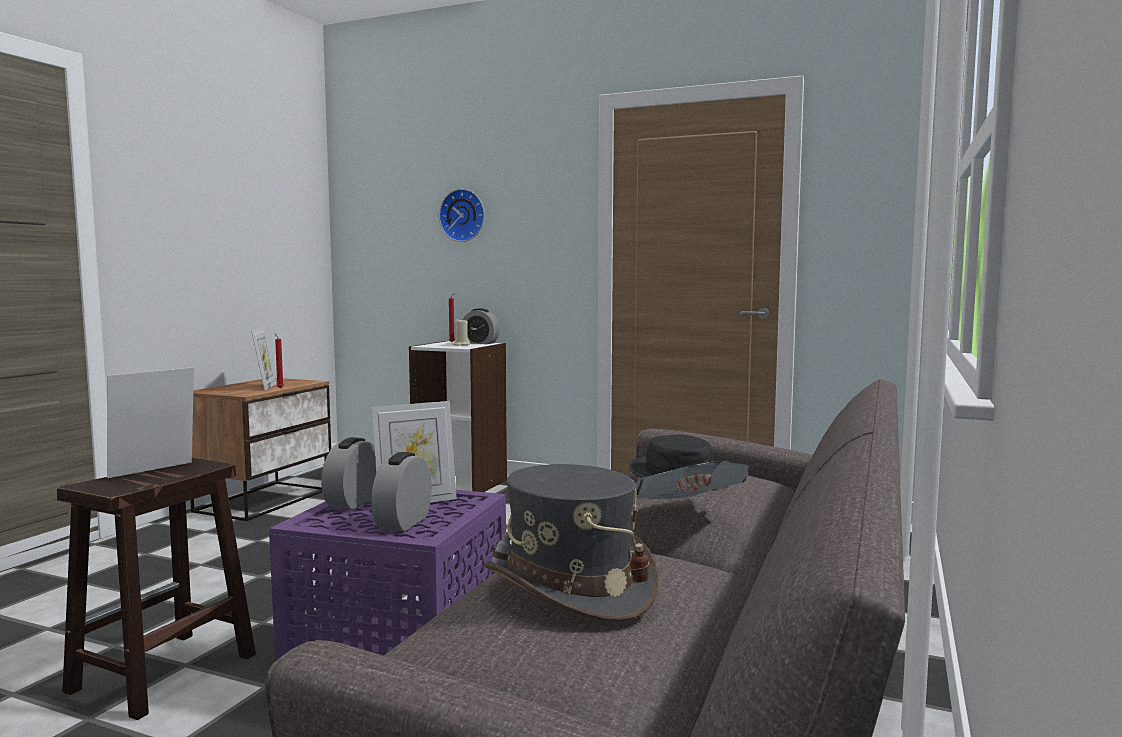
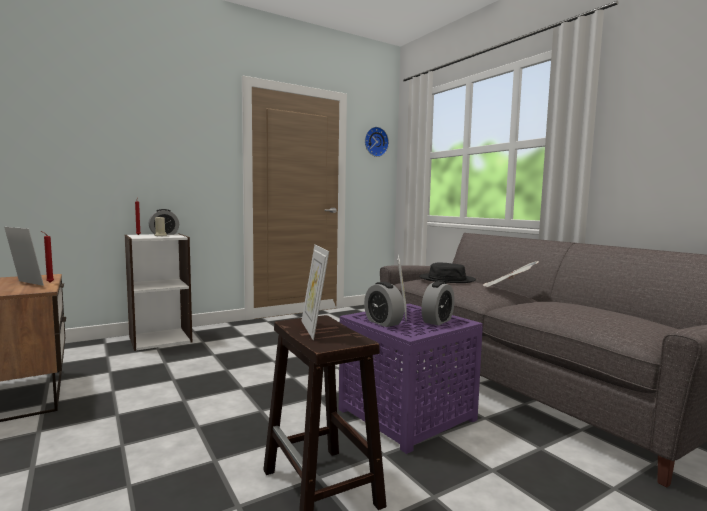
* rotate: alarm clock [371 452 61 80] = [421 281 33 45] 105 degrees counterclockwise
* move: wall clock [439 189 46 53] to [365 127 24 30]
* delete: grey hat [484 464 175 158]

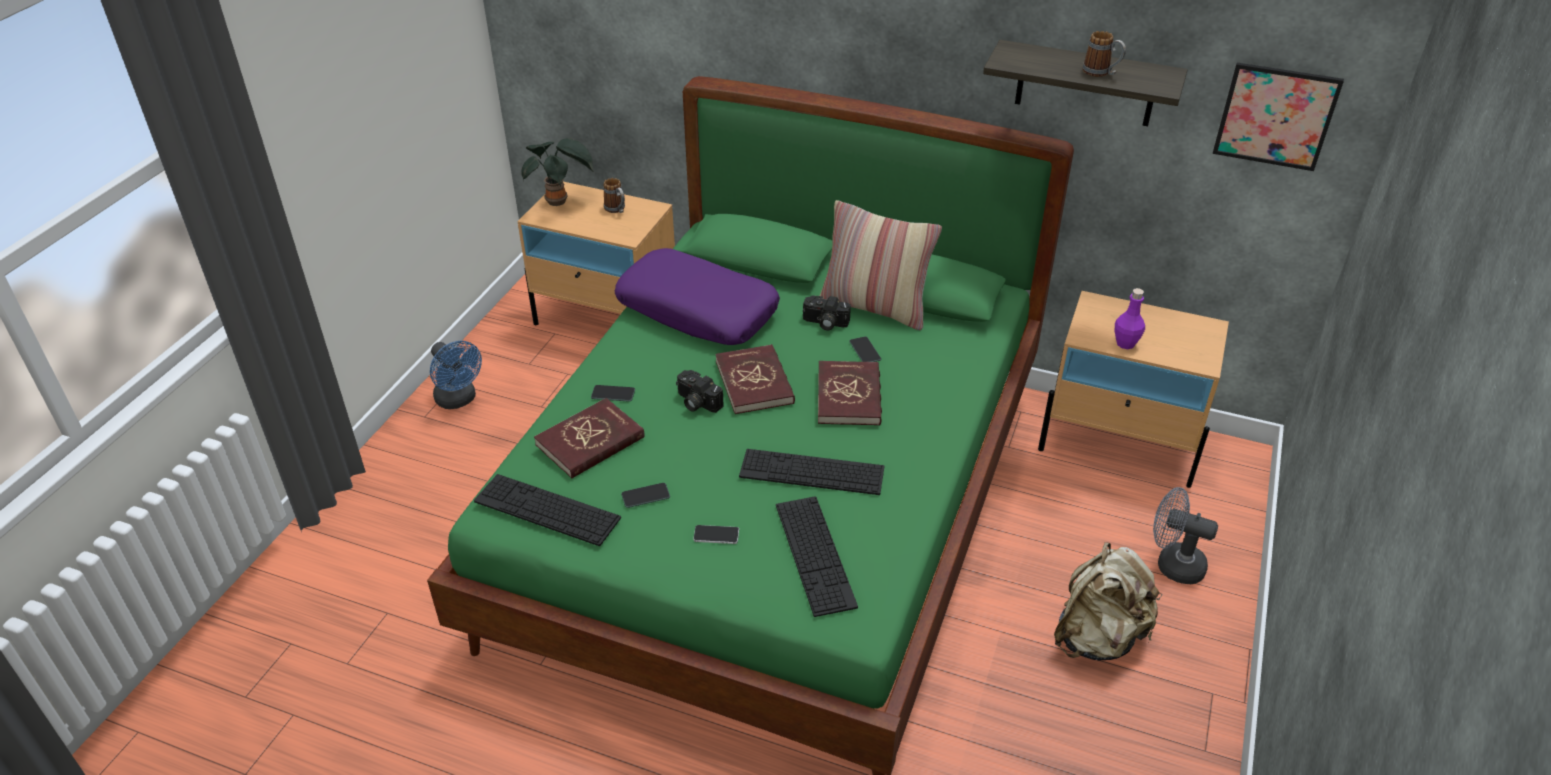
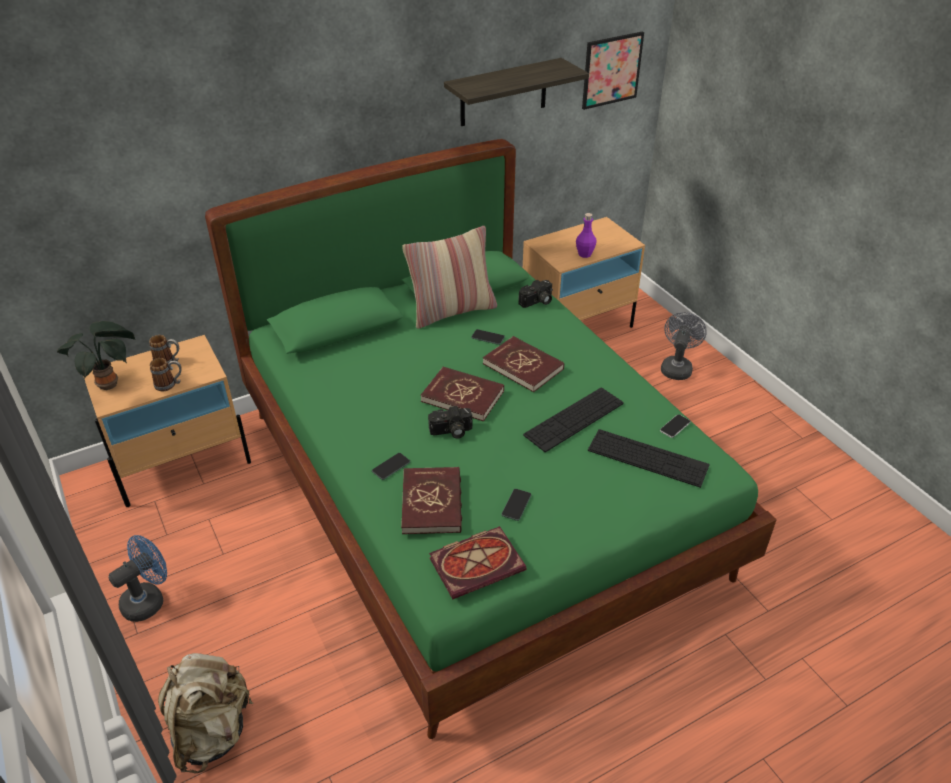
* rotate: blue fan [430 341 52 68] = [108 535 59 87] 45 degrees counterclockwise
* replace: keyboard [474 474 147 72] to book [429 526 97 73]
* delete: purple pillow [615 248 165 97]
* move: phone [693 525 46 19] to [660 414 31 24]
* move: photo camera [803 295 48 36] to [518 280 35 28]
* move: beige backpack [1054 542 109 118] to [158 653 95 120]
* move: mug [1083 31 43 46] to [150 358 32 33]
* rotate: grey fan [1153 487 65 97] = [661 312 46 68] 135 degrees clockwise

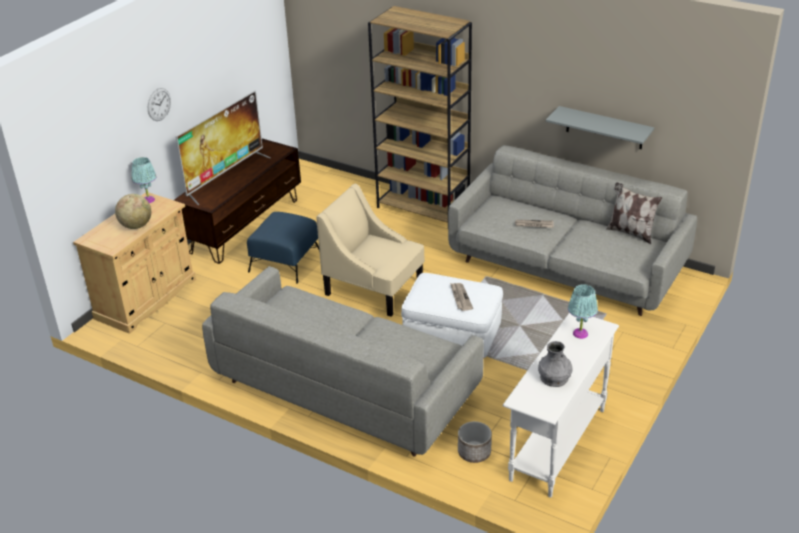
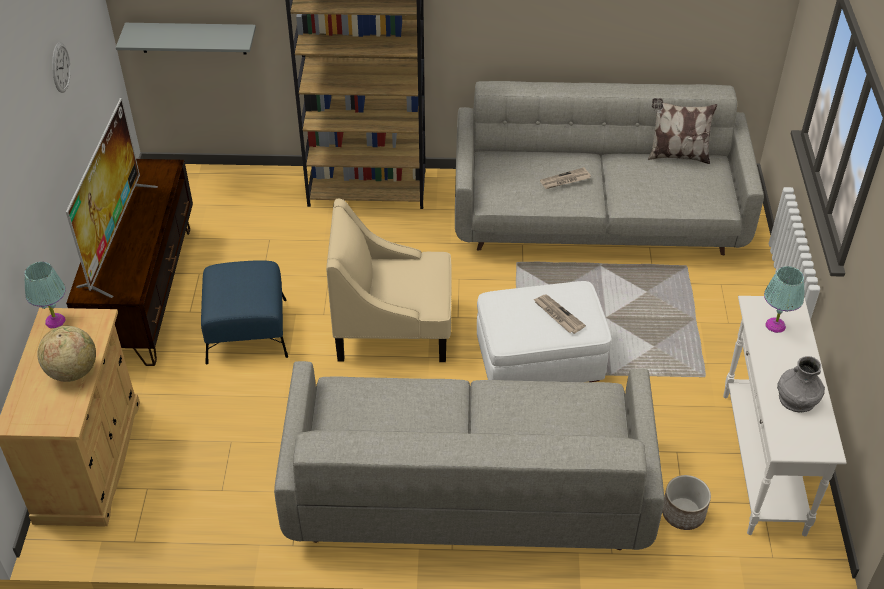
* move: wall clock [148 88 23 33] to [52 42 19 51]
* move: grey shelf [546 106 108 43] to [116 23 140 32]

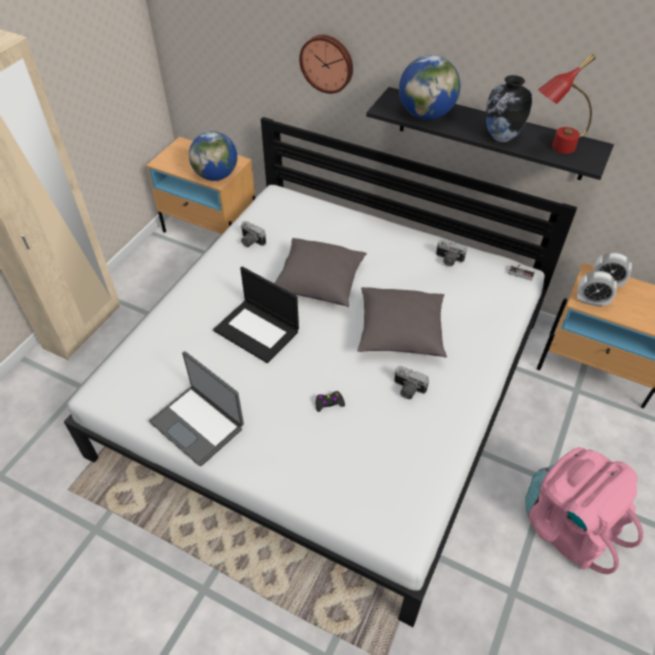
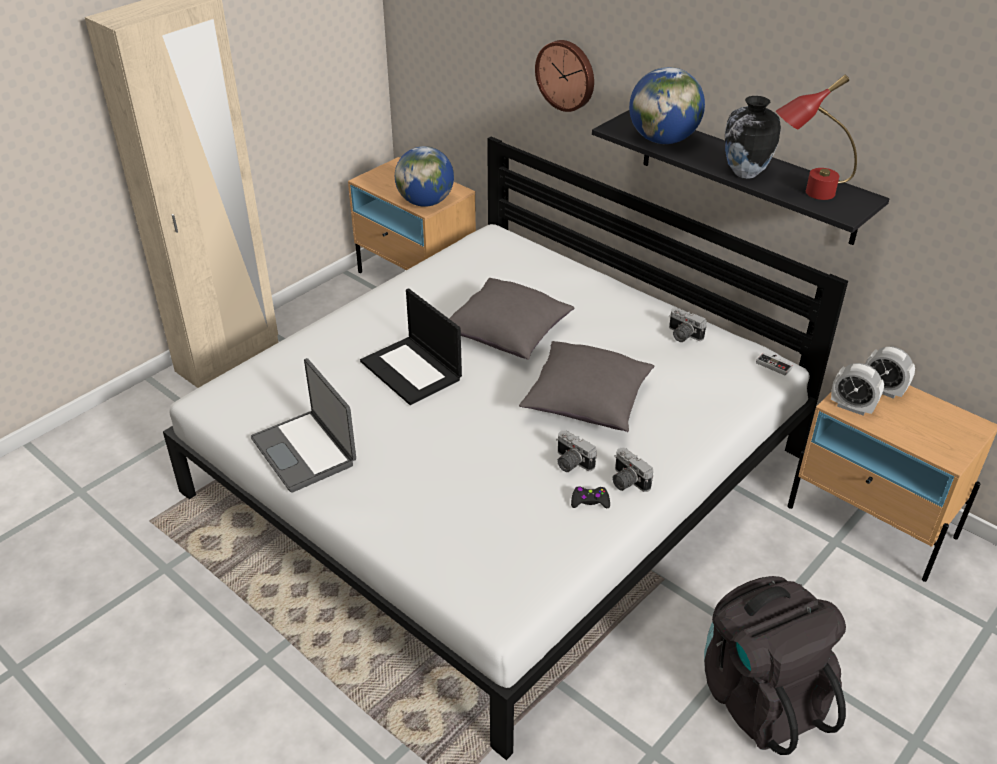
* move: photo camera [240 221 26 26] to [612 448 41 44]
* move: black game controller [316 391 29 21] to [571 487 39 21]
* recolor: pink backpack [525 447 118 127] to black backpack [704 576 142 179]

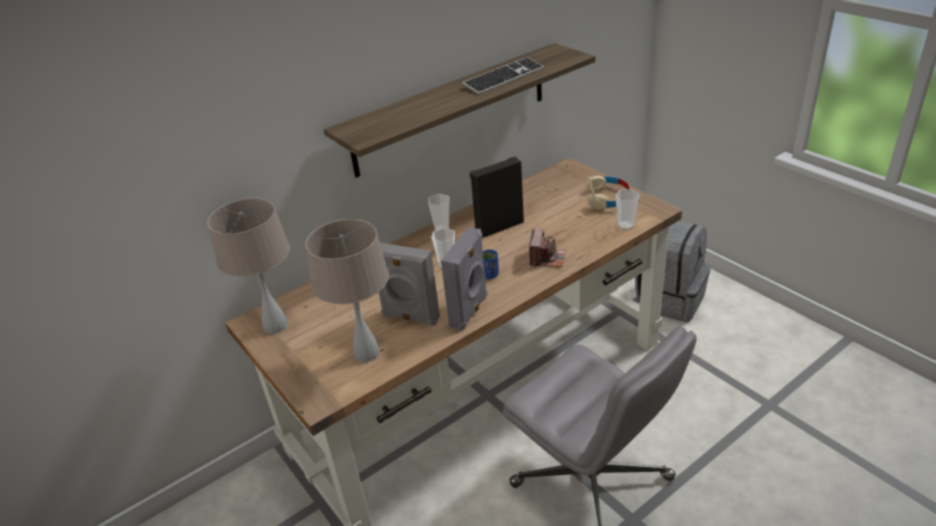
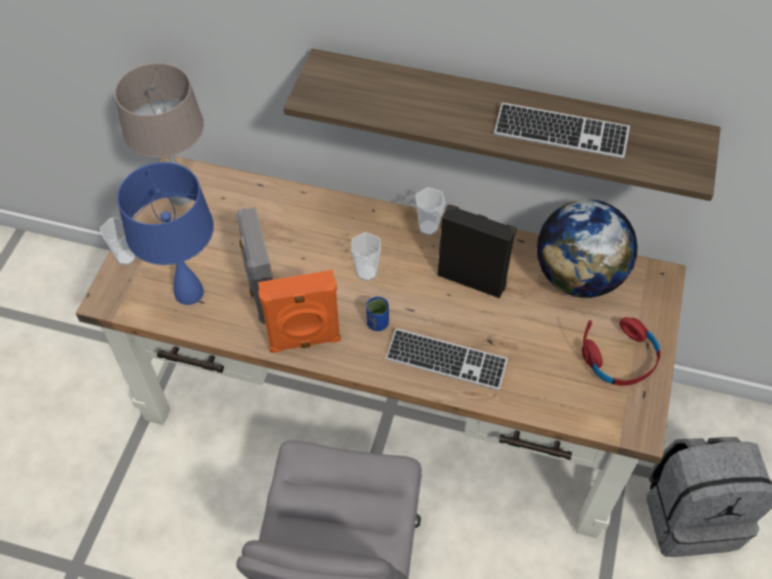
* recolor: beige table lamp [305 219 84 143] to blue table lamp [117 162 97 143]
* recolor: grey speaker [441 228 46 103] to orange speaker [258 270 83 83]
* replace: photo camera [529 228 37 39] to keyboard [386 328 122 62]
* recolor: beige headphones [586 175 44 35] to red headphones [582 317 79 69]
* move: cup [615 189 25 41] to [100 218 37 47]
* insert: globe [537 199 100 99]

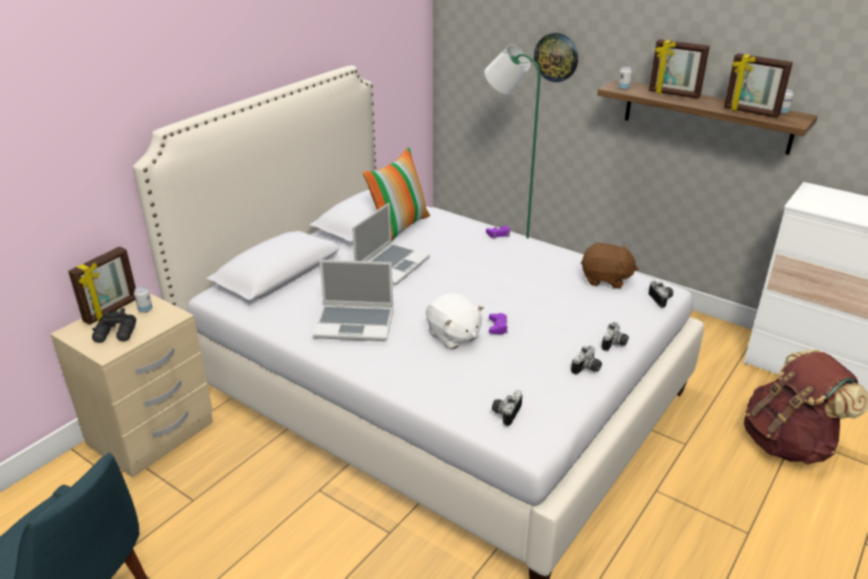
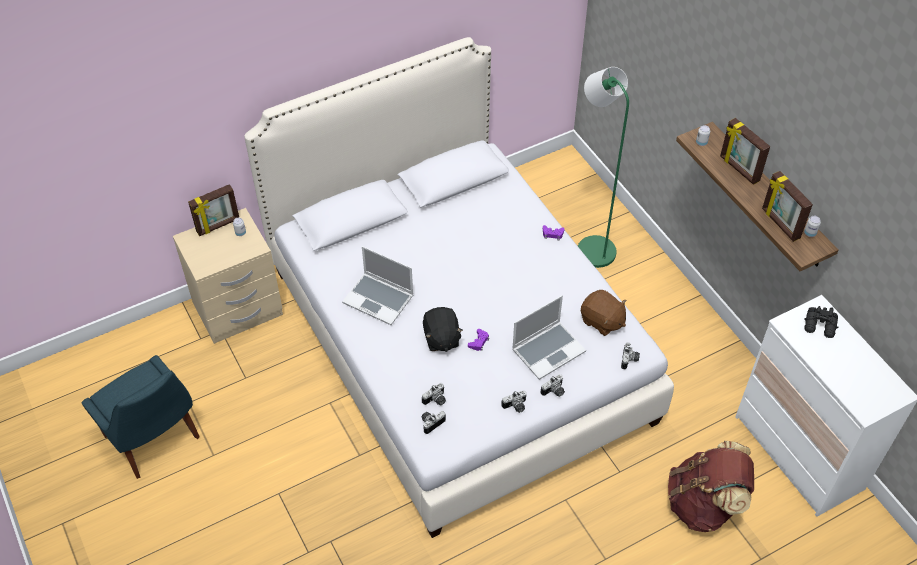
* move: black binoculars [92 308 44 35] to [804 306 35 32]
* move: laptop [352 202 78 83] to [512 295 74 85]
* delete: pillow [362 147 68 94]
* recolor: white plush toy [426 294 58 55] to black plush toy [423 307 40 45]
* delete: wall clock [534 33 44 49]
* insert: photo camera [422 383 24 22]

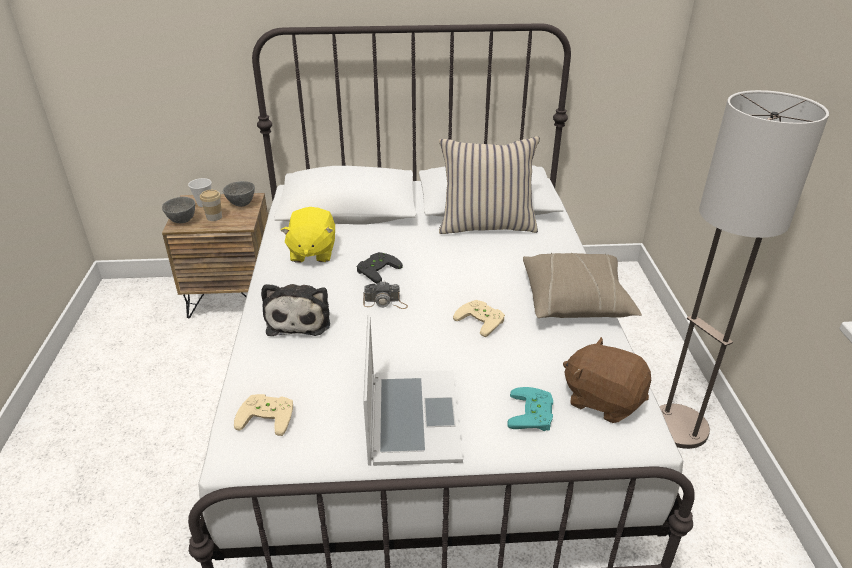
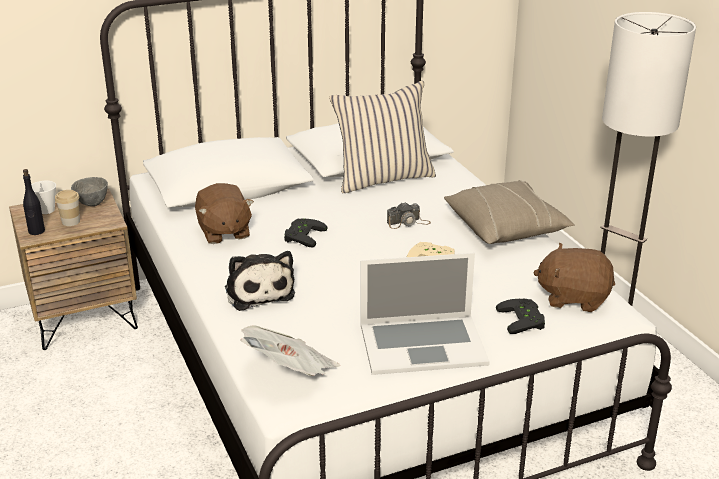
* replace: grey bowl [162 197 33 26] to black bottle [23 169 22 66]
* replace: beige game controller [234 394 59 42] to newspaper [240 325 100 51]
* recolor: yellow plush toy [280 207 55 55] to brown plush toy [195 183 59 61]
* move: photo camera [363 282 45 27] to [387 202 44 27]
* rotate: laptop [363 314 100 152] = [361 253 129 122] 105 degrees clockwise
* recolor: turquoise game controller [507 387 46 44] to black game controller [496 298 49 36]

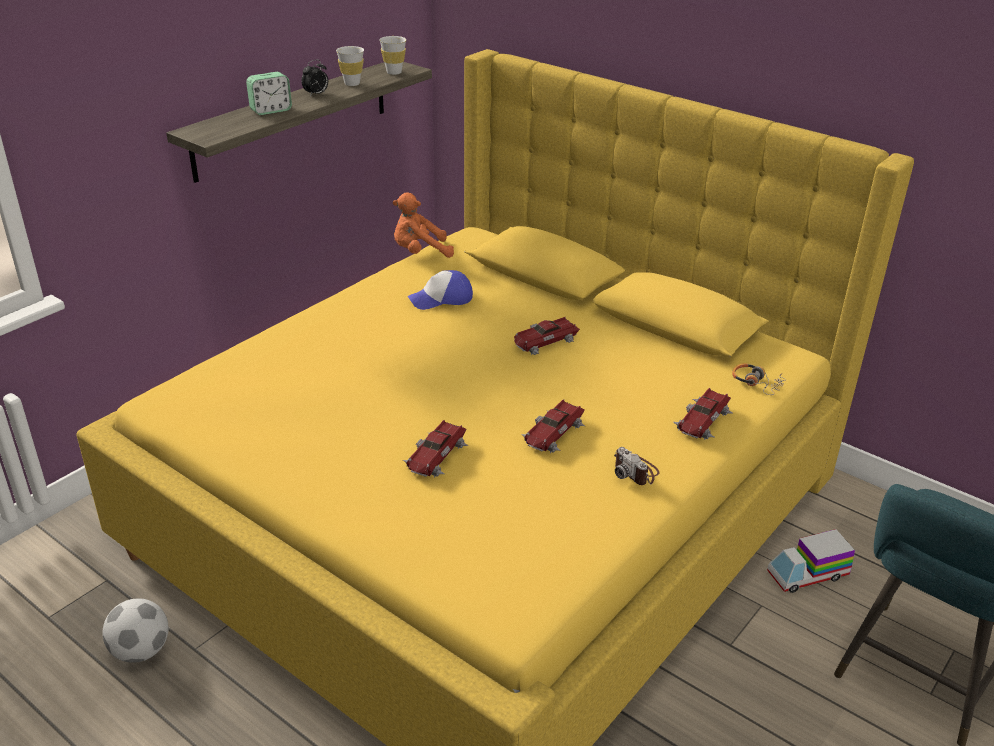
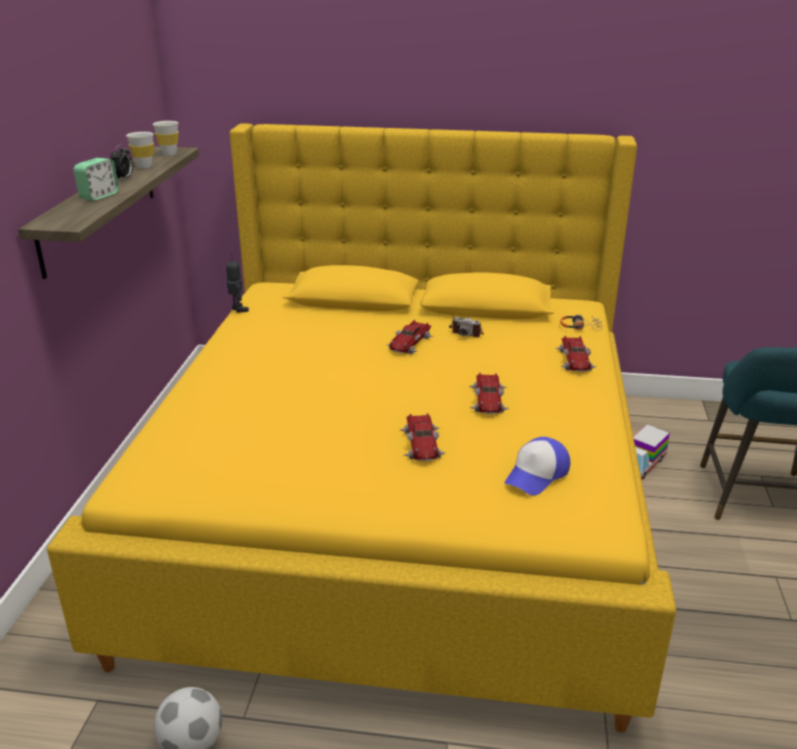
* replace: orange plush toy [393 193 61 65] to toy robot [226 254 23 59]
* move: cap [408 270 65 40] to [505 437 65 59]
* move: photo camera [614 447 46 38] to [449 317 35 20]

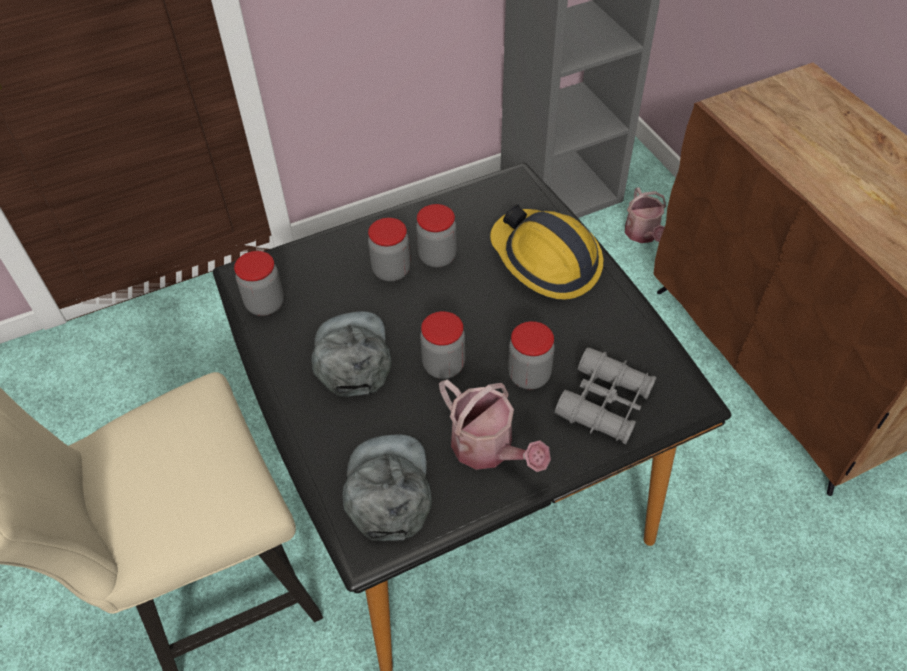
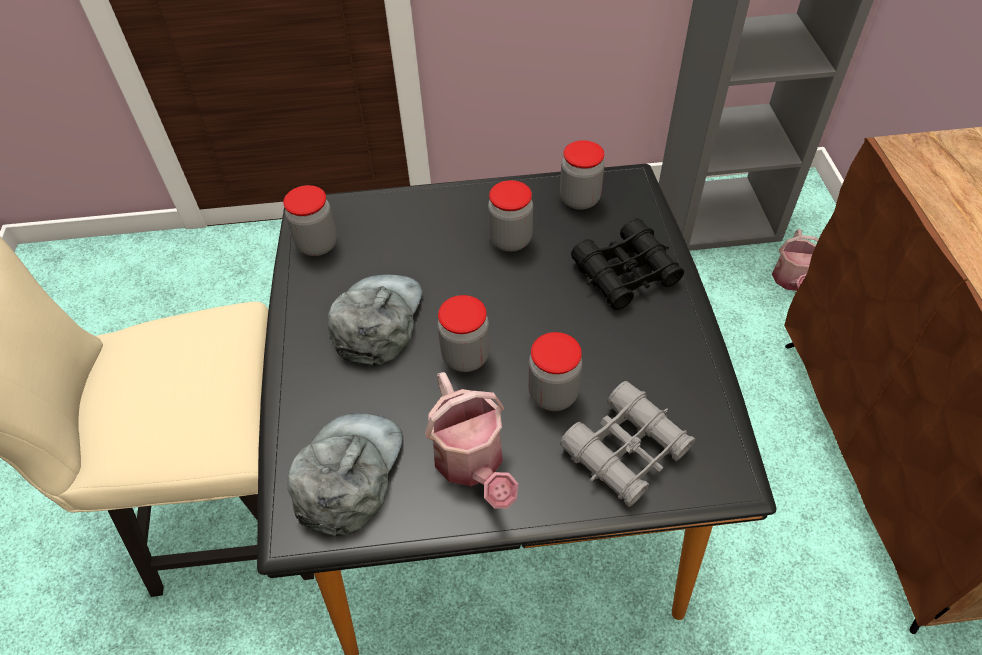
* move: jar [368 218 43 63] to [560 140 45 70]
* replace: hard hat [490 204 113 95] to black binoculars [571 218 113 92]

